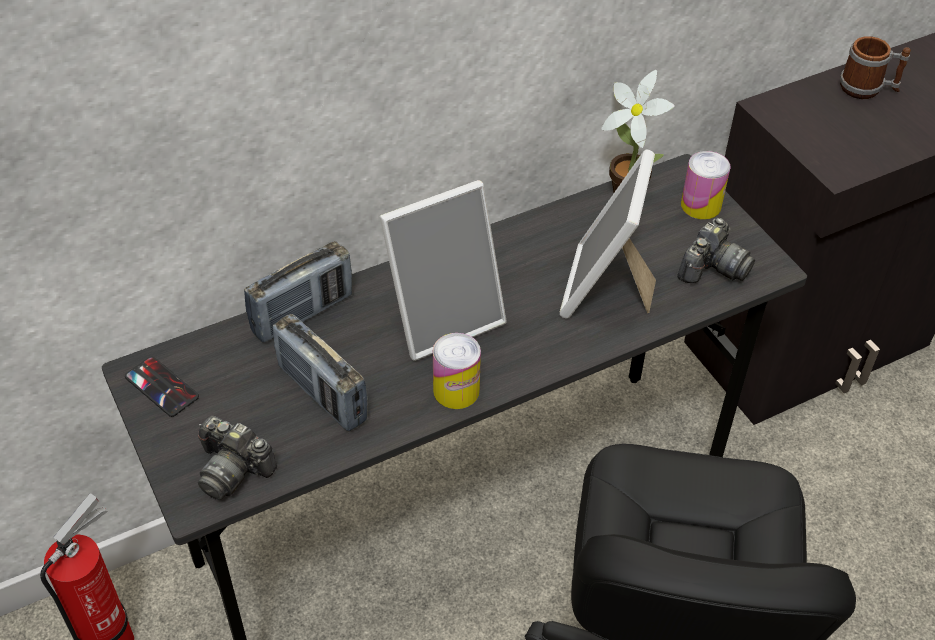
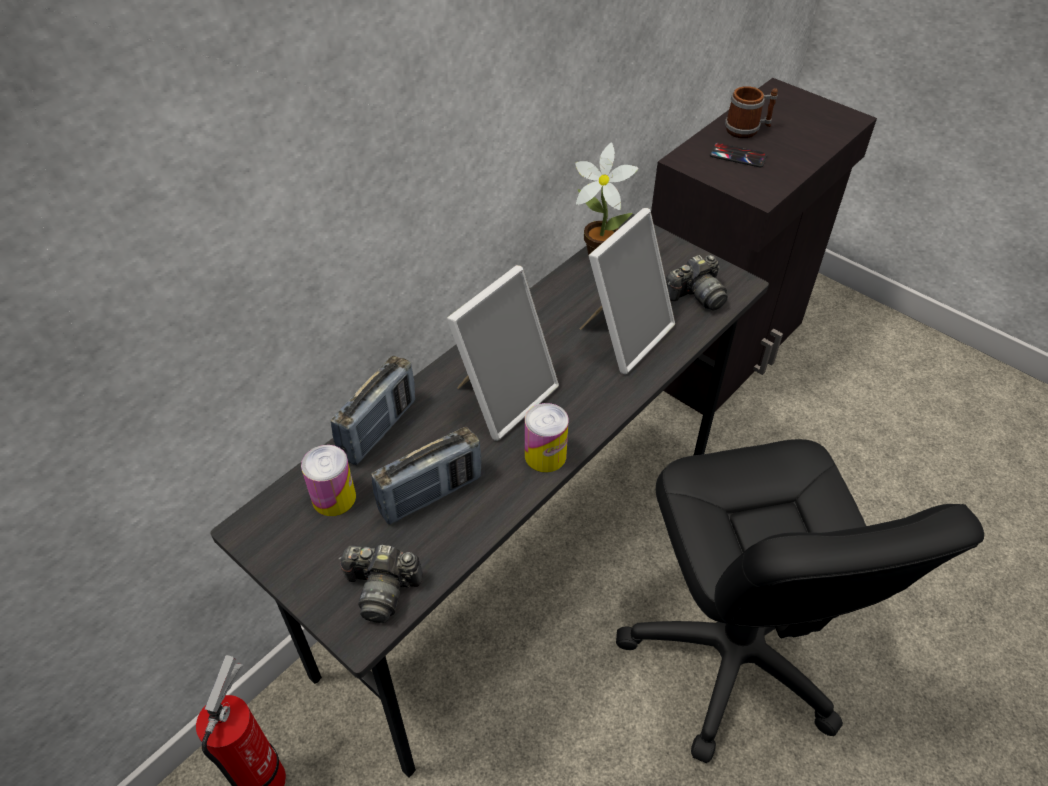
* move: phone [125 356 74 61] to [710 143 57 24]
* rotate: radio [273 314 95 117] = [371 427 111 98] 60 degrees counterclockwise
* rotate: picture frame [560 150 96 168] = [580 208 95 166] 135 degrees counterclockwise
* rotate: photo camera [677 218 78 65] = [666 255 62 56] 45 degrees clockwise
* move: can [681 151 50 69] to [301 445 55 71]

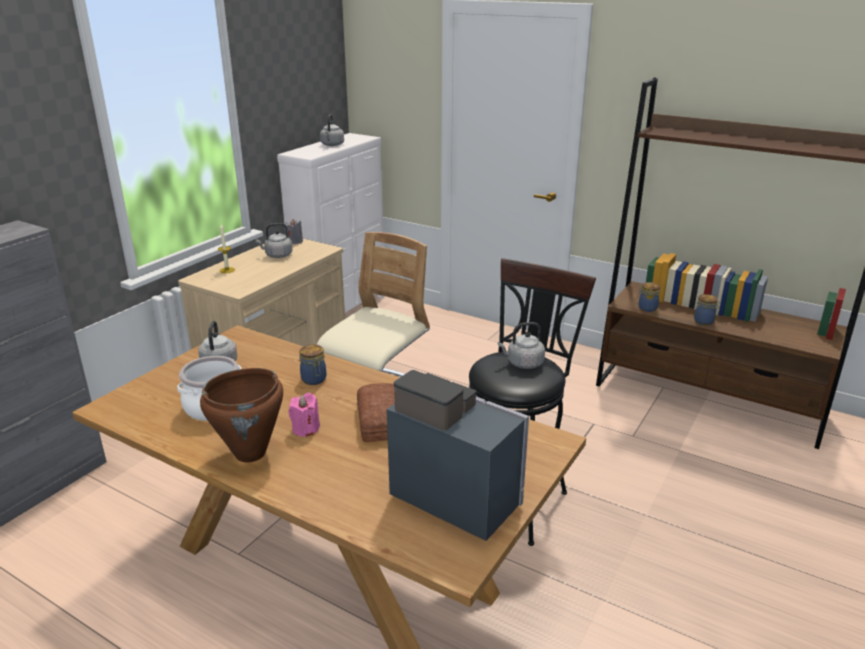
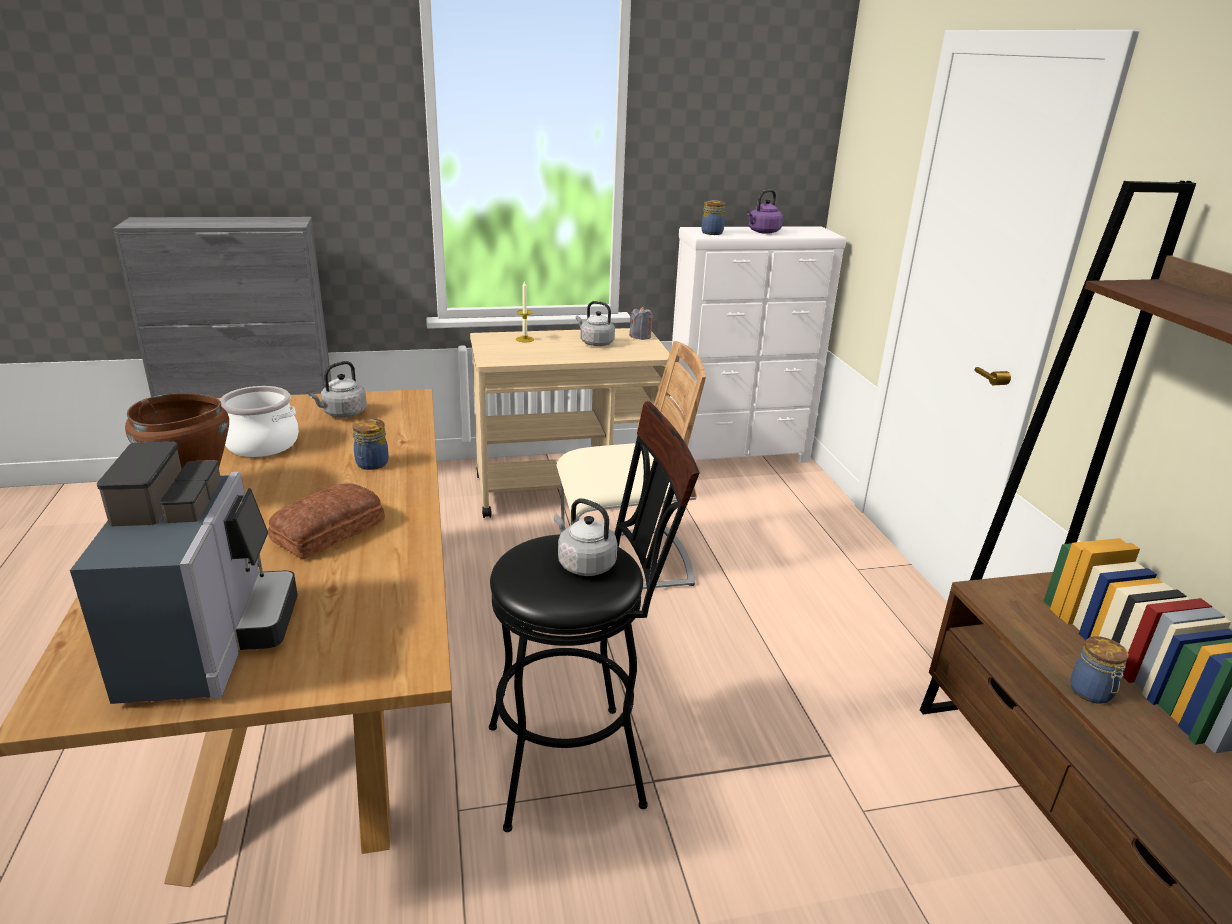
* delete: pink candle [288 393 32 44]
* recolor: grey kettle [320 114 24 32] to purple kettle [747 189 36 45]
* move: jar [637 282 23 30] to [702 200 23 35]

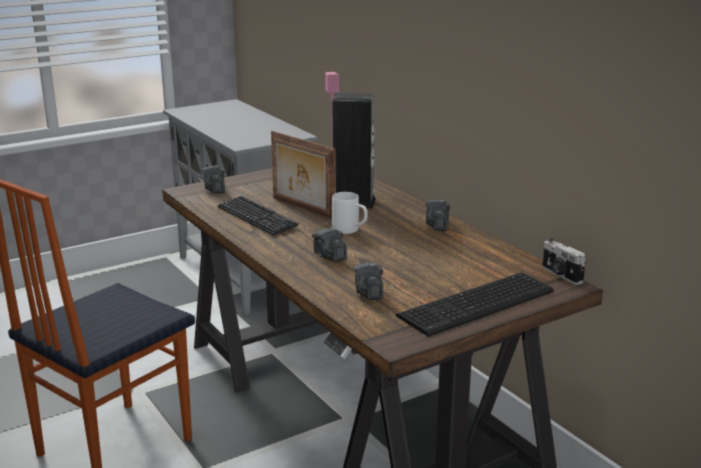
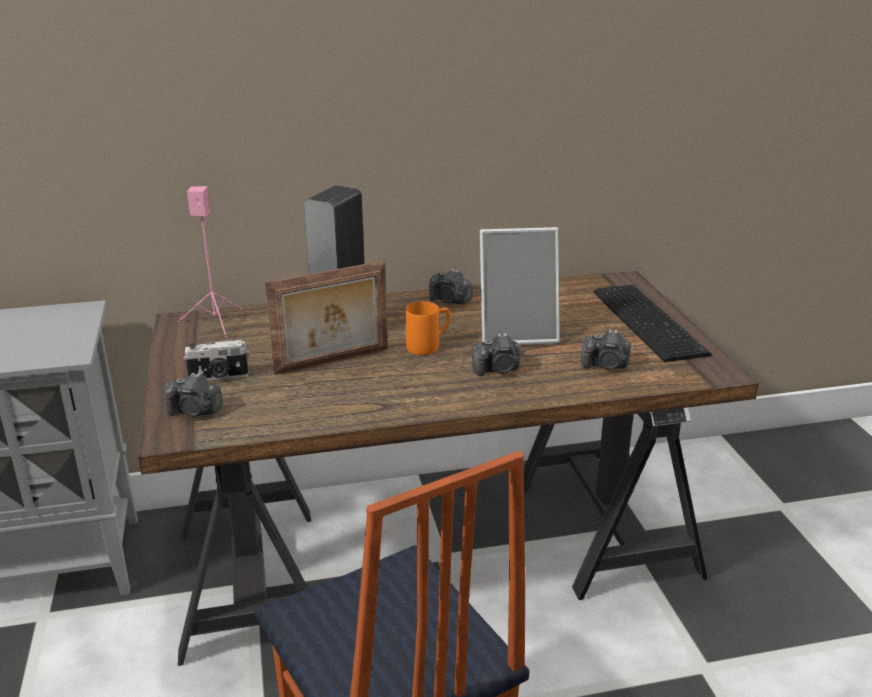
* delete: keyboard [218 196 81 40]
* recolor: white mug [332 192 36 42] to orange mug [405 302 45 53]
* move: photo camera [542 238 44 47] to [183 340 66 41]
* insert: picture frame [480 227 80 118]

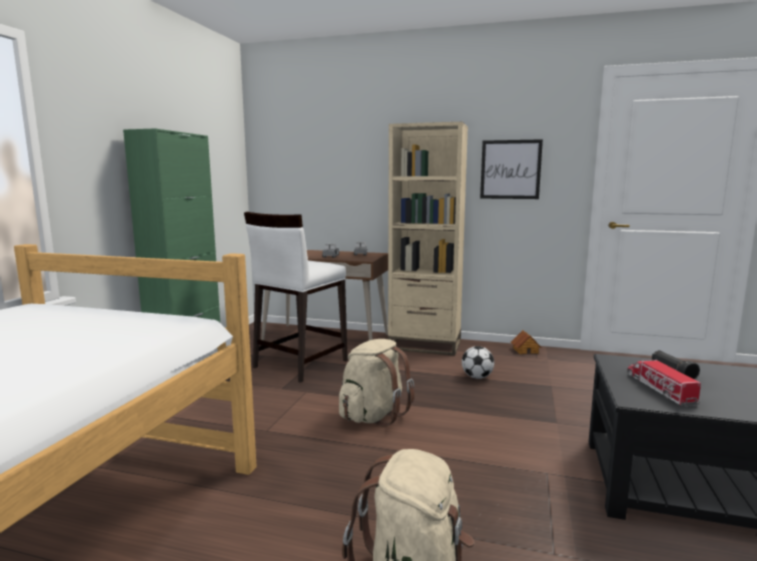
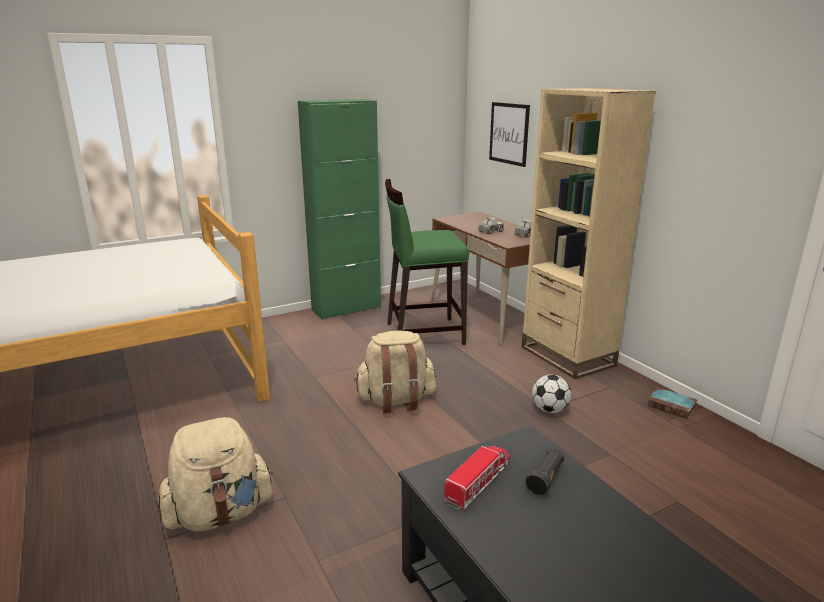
* recolor: white stool [244 212 104 171] to green stool [385 179 84 166]
* move: picture [480 139 63 60] to [489 102 41 65]
* replace: toy house [511 330 30 24] to book [647 388 50 31]

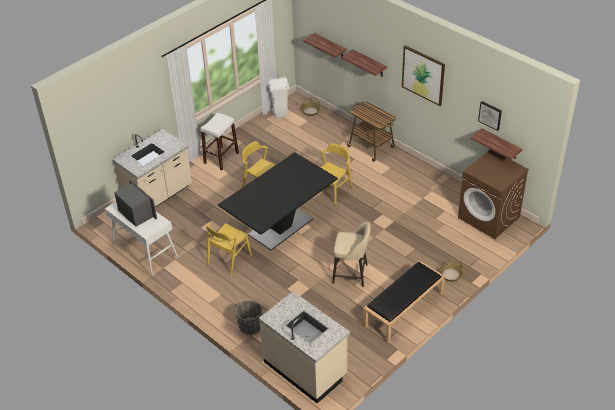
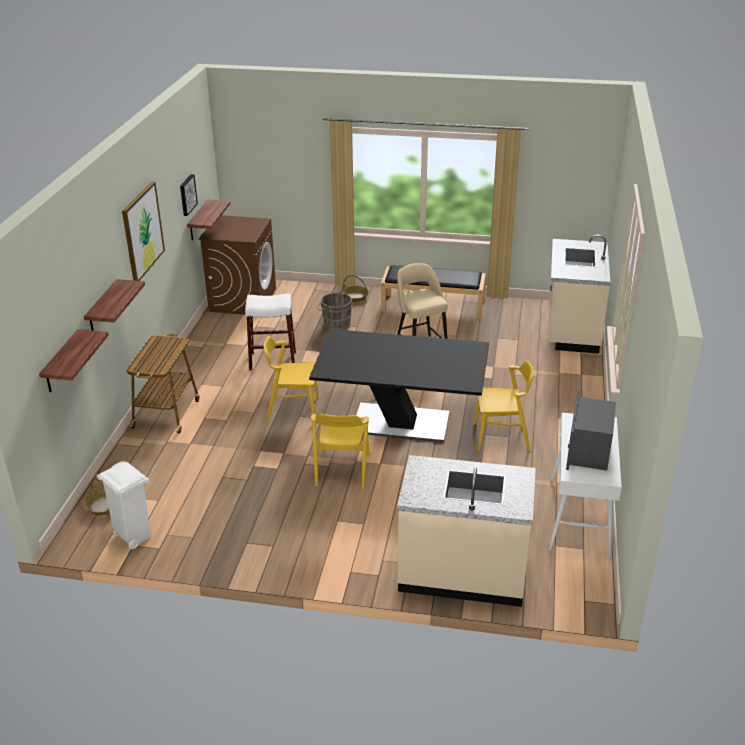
* move: white stool [200 113 39 57] to [245 293 51 77]
* move: grey bucket [236 300 30 35] to [318 291 34 39]

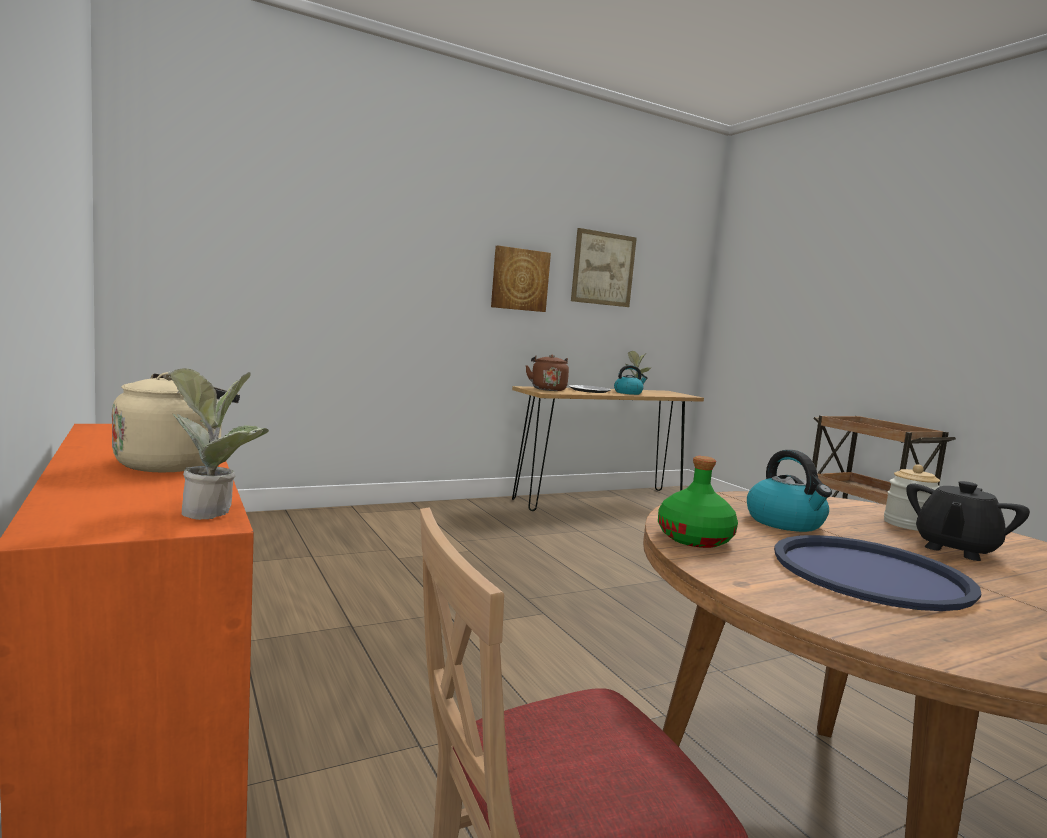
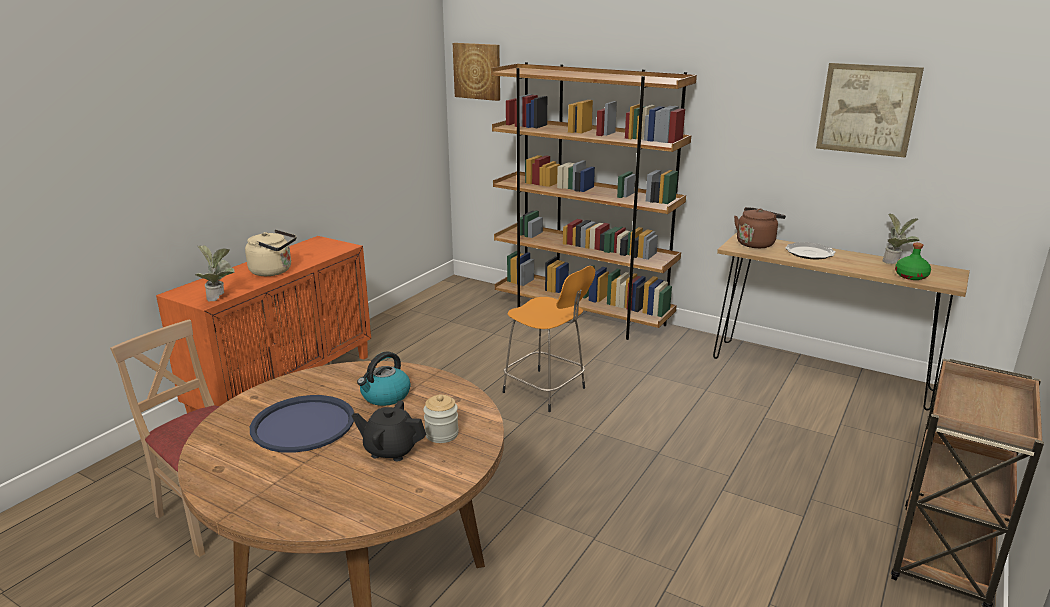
* move: picture [491 245 60 67] to [453 43 47 58]
* delete: kettle [614 365 34 30]
* move: green bottle [658 456 80 92] to [895 243 36 37]
* insert: brown bookcase [491 62 206 278]
* insert: orange stool [503 266 92 146]

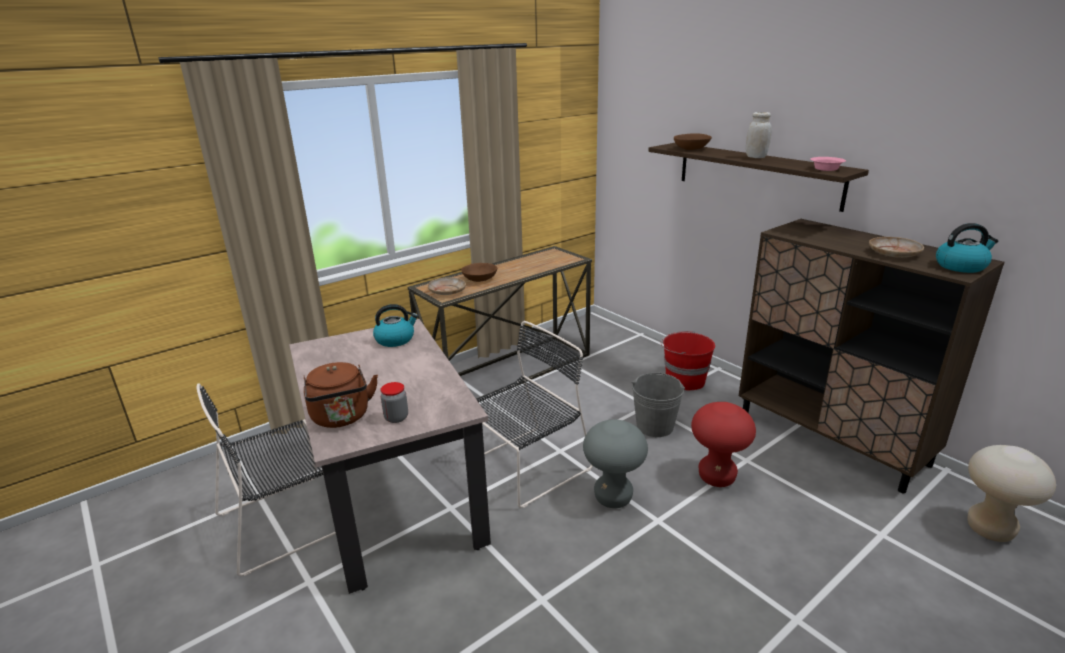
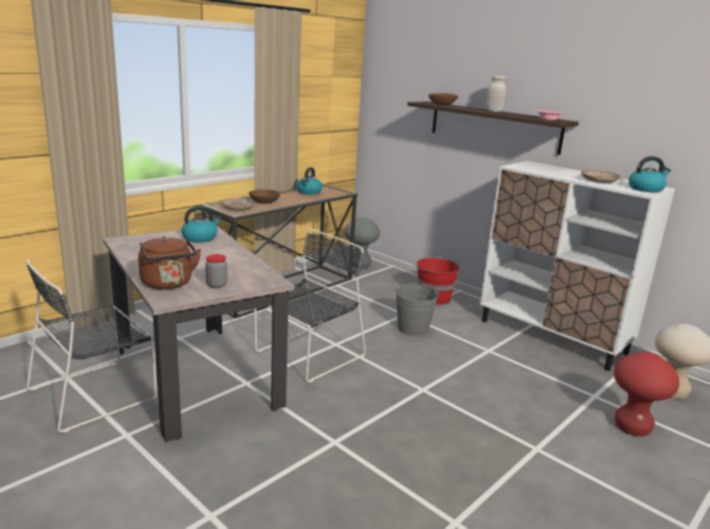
* move: grey stool [583 419 65 89] to [344 217 36 52]
* move: red stool [691 402 65 85] to [614 352 65 84]
* recolor: brown cabinet [739 219 266 274] to white cabinet [480 161 195 210]
* insert: kettle [296 167 26 28]

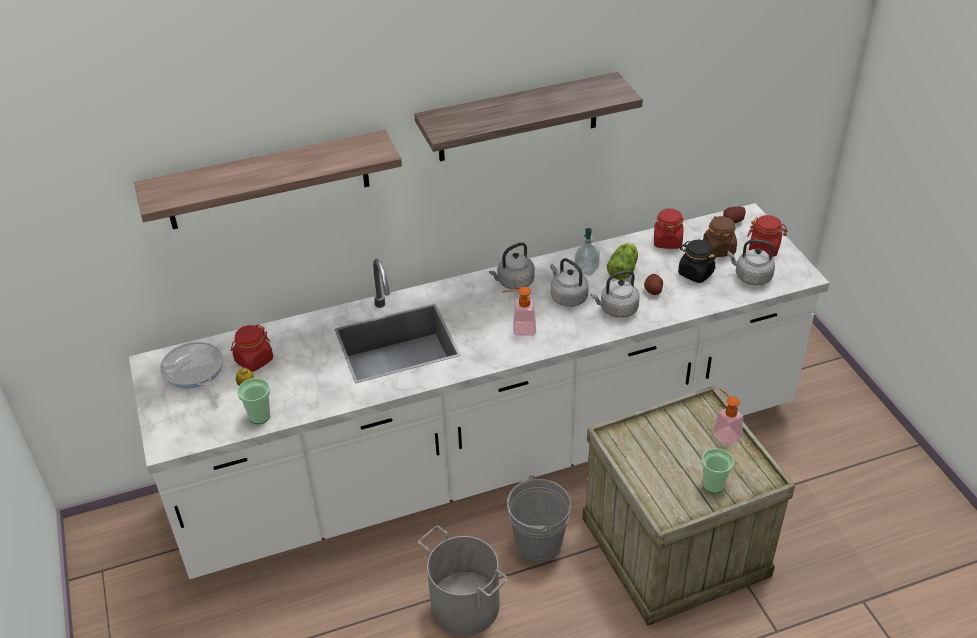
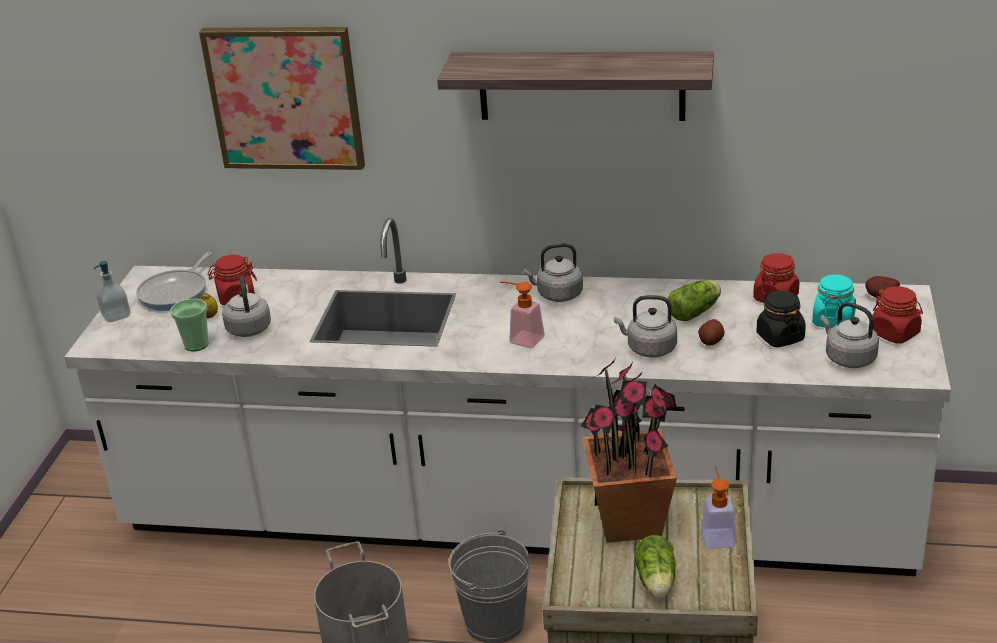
* replace: shelf [134 130 268 99] to picture [199 27 166 143]
* rotate: frying pan [160 342 63 57] = [136 252 76 59] 150 degrees counterclockwise
* move: grey kettle [550 258 39 49] to [222 275 49 62]
* move: soap dispenser [574 228 26 48] to [93 261 37 62]
* replace: cup [702 449 32 45] to lettuce [635 535 41 63]
* recolor: brown jar [703 216 34 41] to turquoise jar [812 274 44 54]
* insert: potted plant [581 359 98 184]

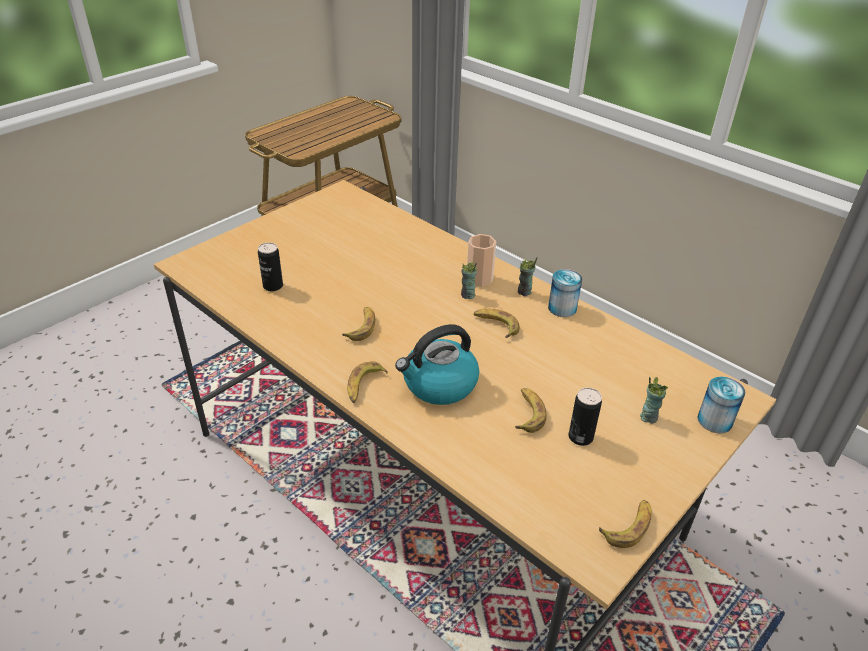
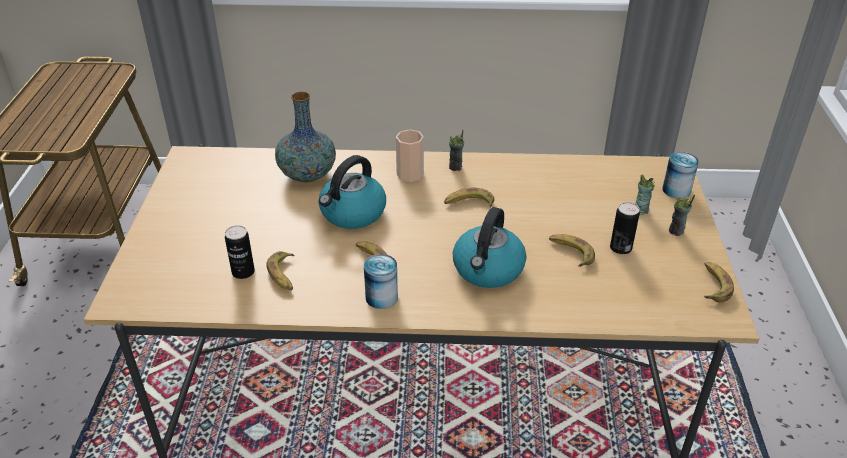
* move: banana [347 361 41 42] to [266 251 29 40]
* move: cup [461 261 16 38] to [669 195 26 41]
* move: can [548 269 34 48] to [364 254 34 55]
* insert: vase [275 91 61 92]
* insert: kettle [319 155 67 74]

